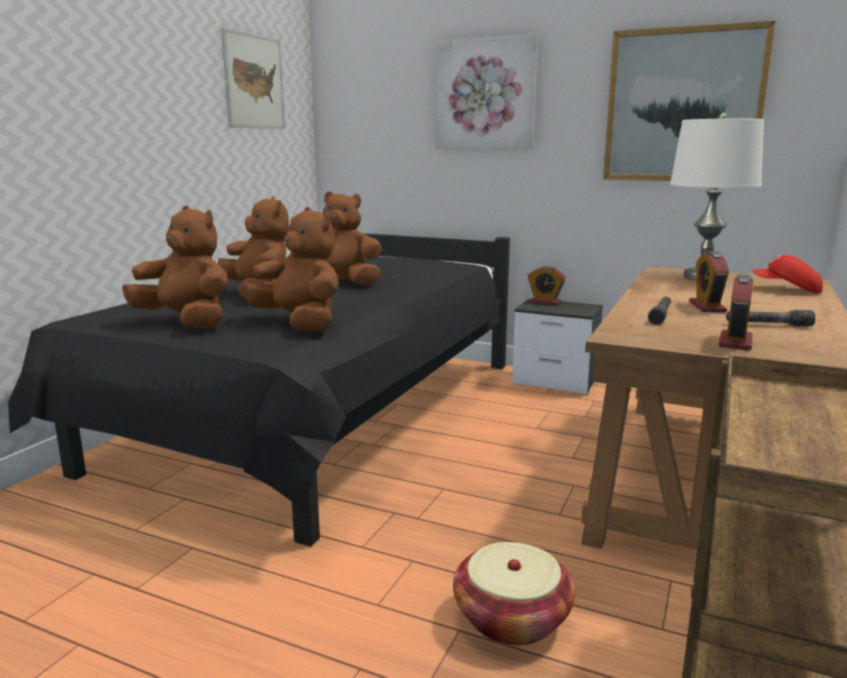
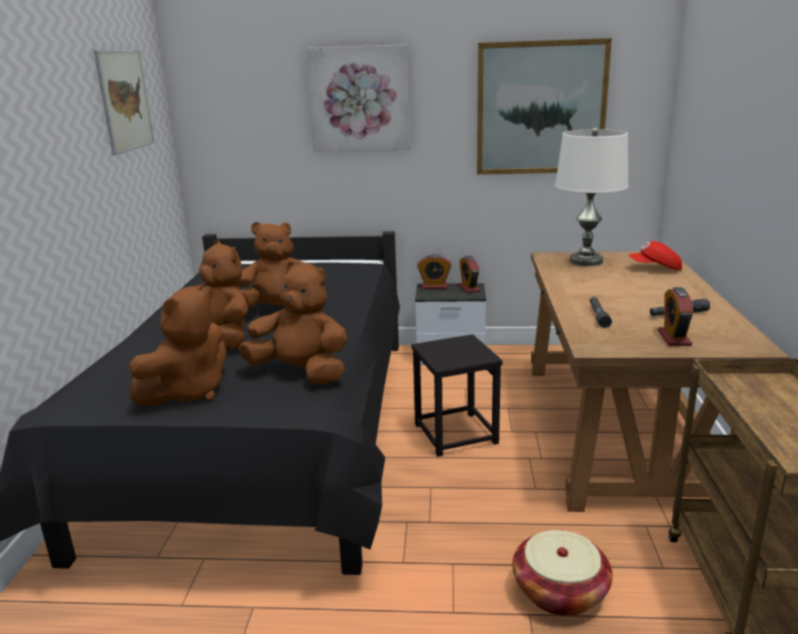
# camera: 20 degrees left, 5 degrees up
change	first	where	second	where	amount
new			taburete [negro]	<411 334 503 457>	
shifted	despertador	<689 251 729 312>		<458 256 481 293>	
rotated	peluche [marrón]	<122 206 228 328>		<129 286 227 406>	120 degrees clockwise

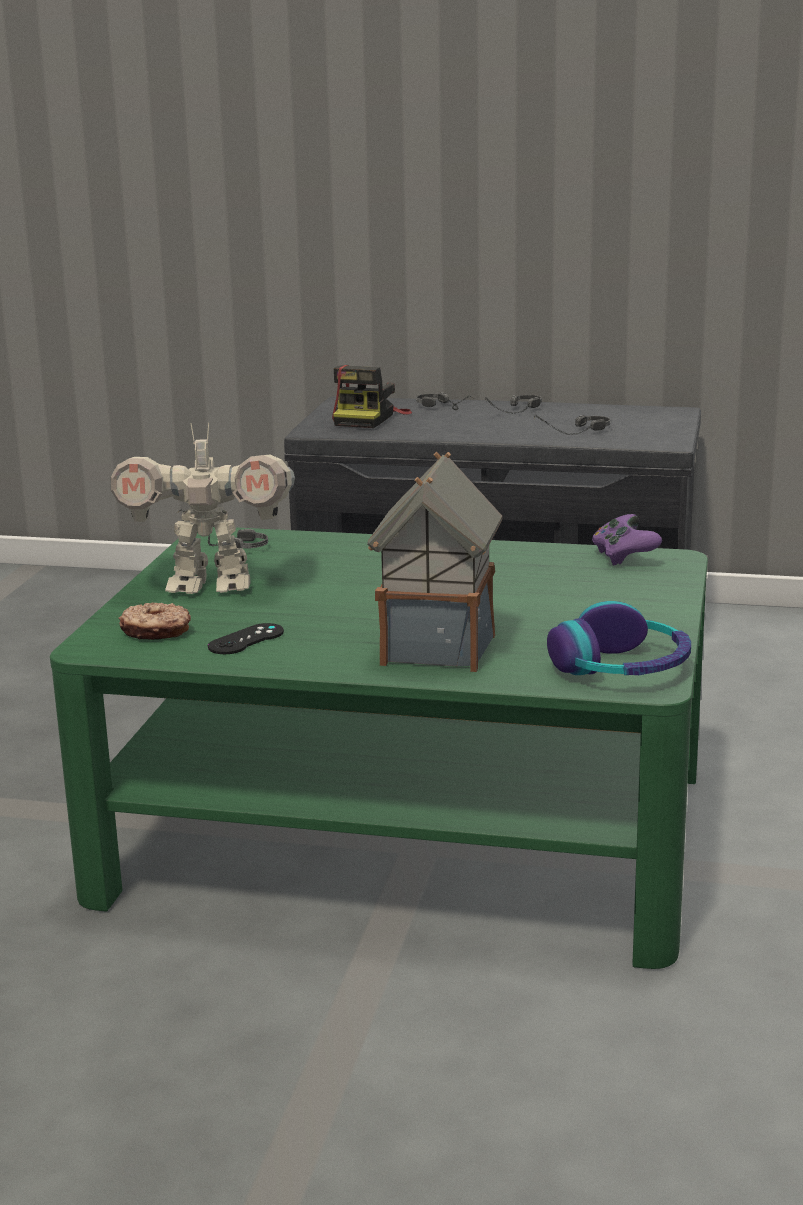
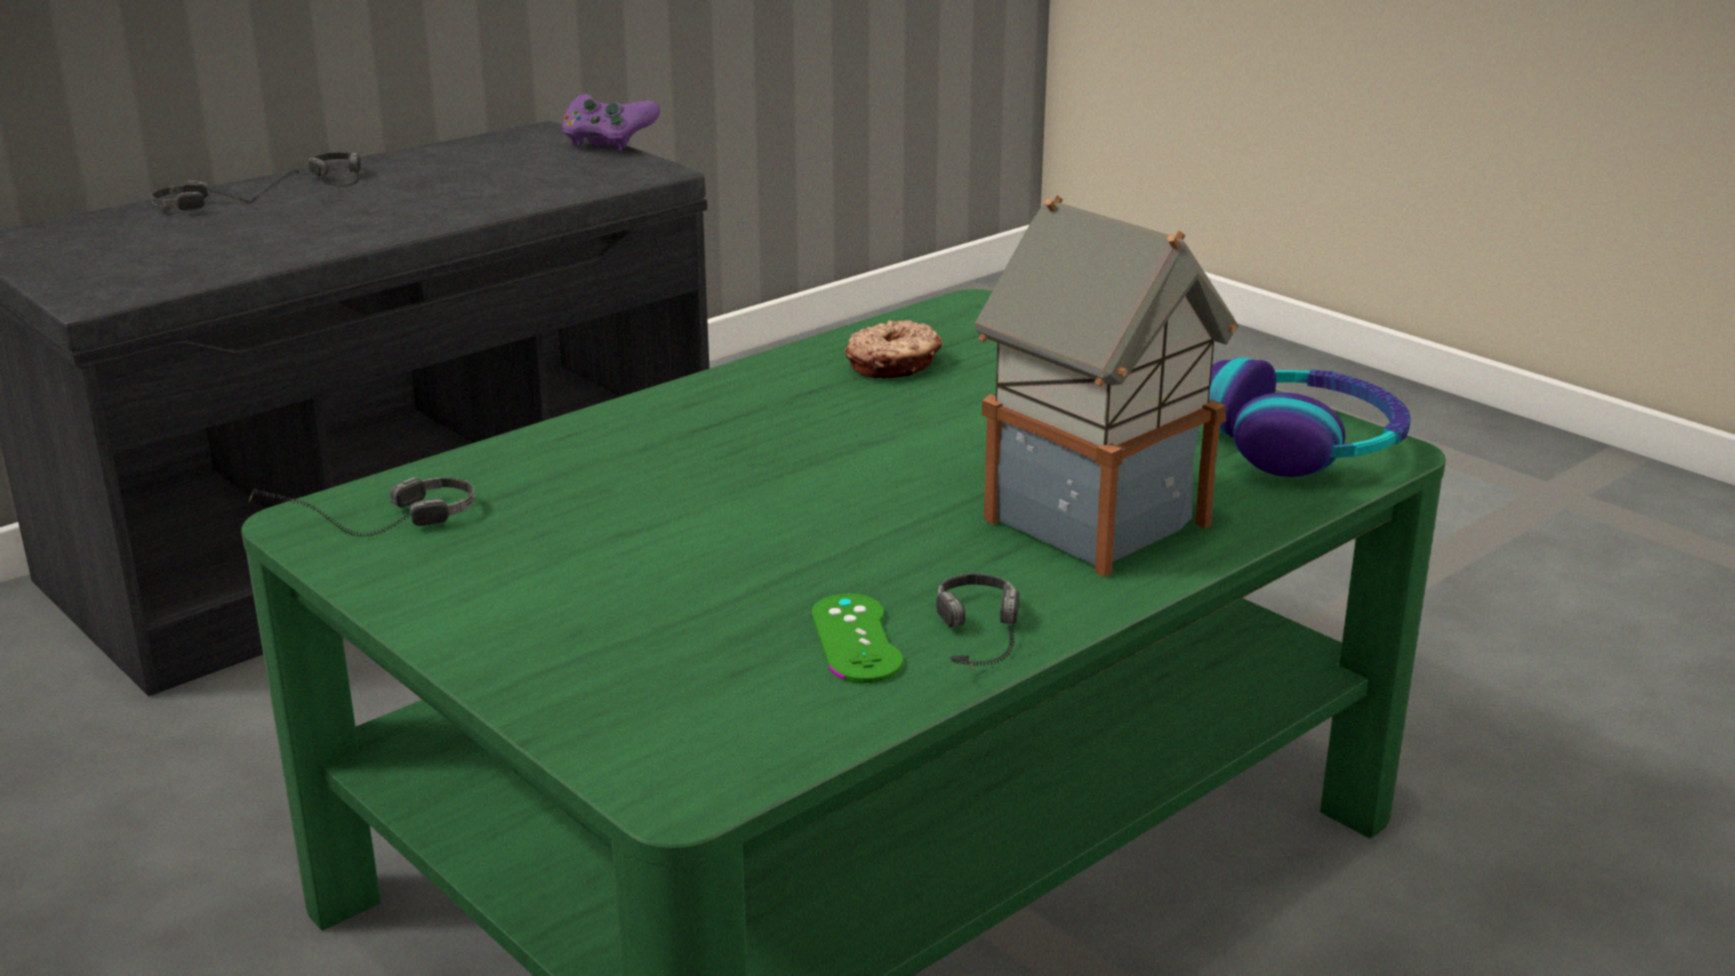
# camera: 55 degrees left, 5 degrees up
change	first	where	second	where	amount
gone	robot de juguete	<111 423 295 594>			
gone	cámara	<332 365 412 428>			
shifted	rosquilla	<118 602 191 640>		<845 320 942 379>	
shifted	auriculares	<534 415 610 435>		<936 573 1019 671>	
shifted	mando de consola [morado]	<592 514 662 565>		<562 94 660 152>	
repainted	mando de consola [negro]	<208 623 284 654>	mando de consola [verde]	<812 594 903 683>	

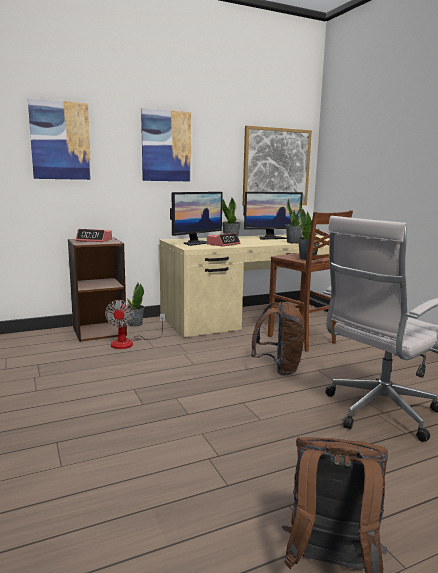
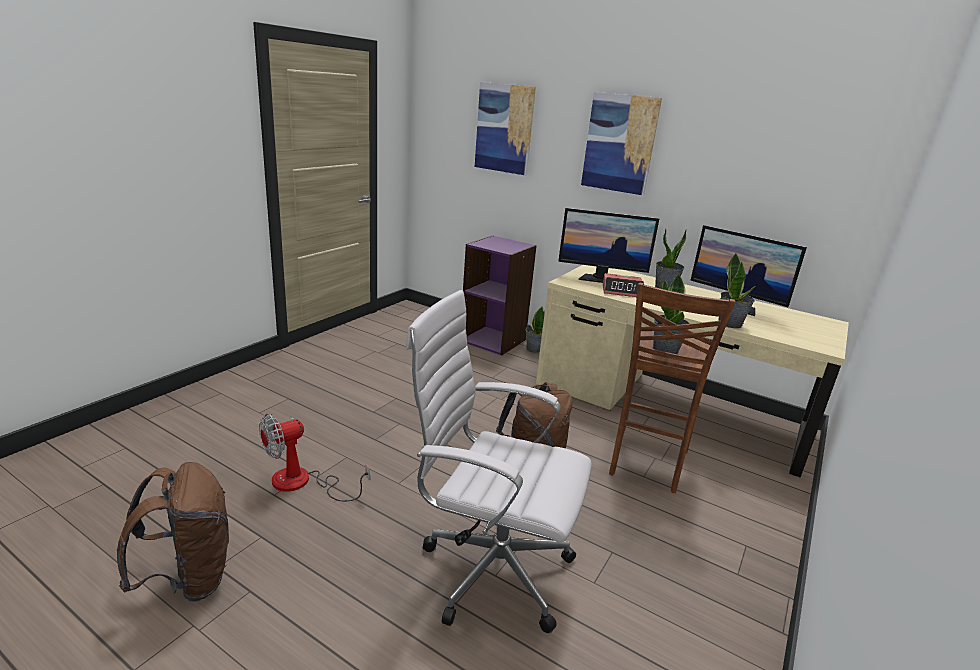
# camera: 55 degrees right, 10 degrees up
change	first	where	second	where	amount
gone	despertador	<76 229 112 242>			
gone	cuadro	<243 126 312 206>			
shifted	ventilador	<105 300 165 349>		<259 414 370 501>	
repainted	estantería [marrón]	<68 237 127 342>	estantería [morado]	<463 235 537 355>	

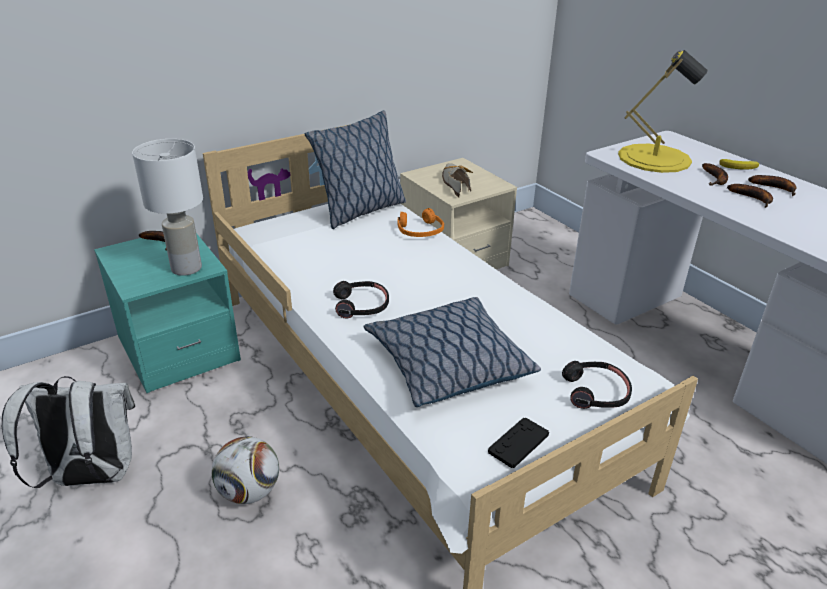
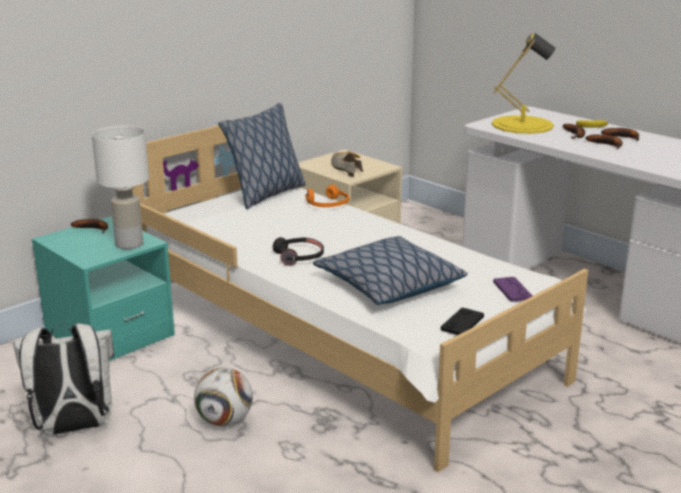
# camera: 10 degrees left, 10 degrees down
change	first	where	second	where	amount
swapped	auriculares [negro]	<562 361 632 409>	mando de consola [morado]	<493 277 532 302>	

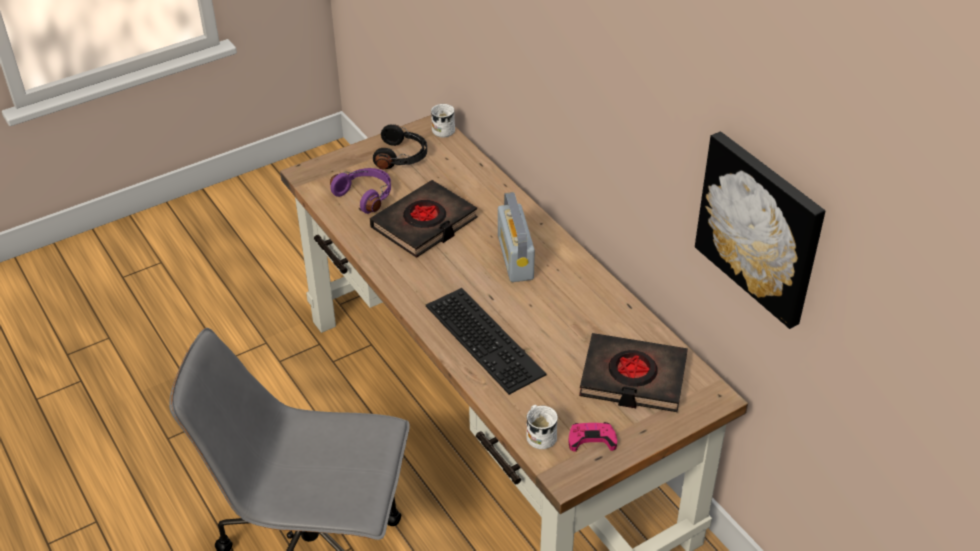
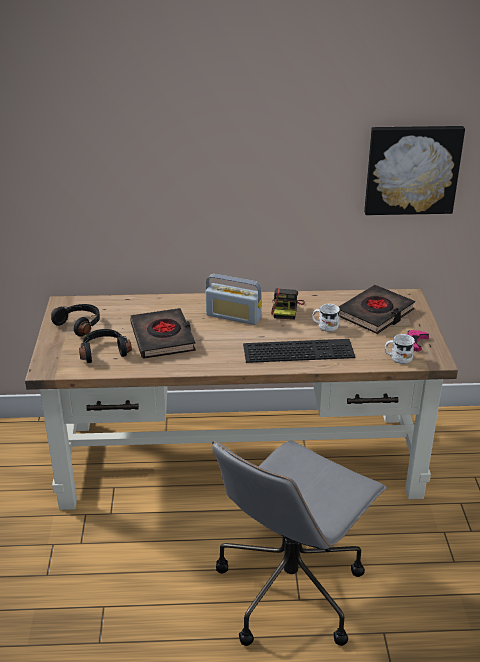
# camera: 60 degrees left, 10 degrees down
change	first	where	second	where	amount
new			cámara	<271 288 305 320>	
shifted	taza grande [blanco]	<431 104 455 137>		<312 304 340 332>	
repainted	auriculares [morado]	<330 168 391 214>	auriculares [negro]	<79 329 132 363>	

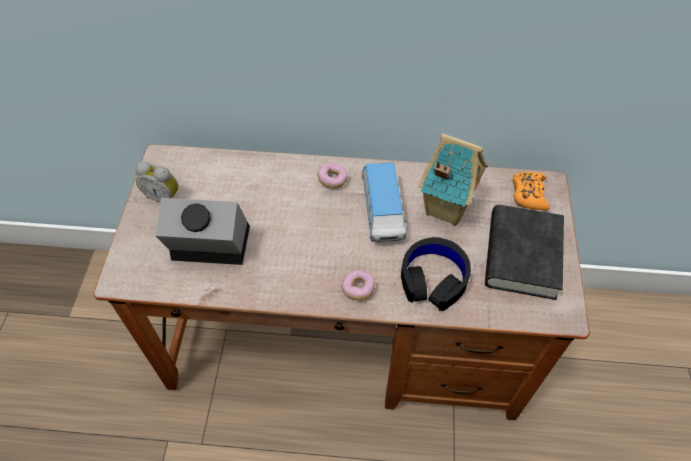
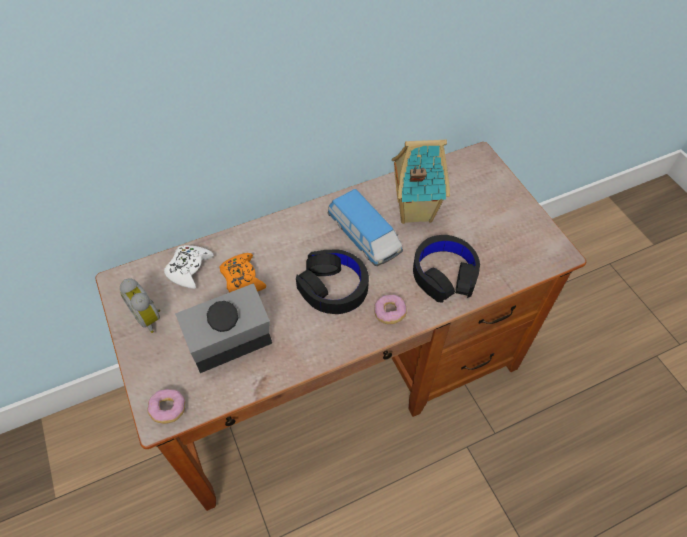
# camera: 30 degrees left, 0 degrees up
change	first	where	second	where	amount
gone	libro [negro]	<485 205 564 300>			
new			mando de consola [blanco]	<164 245 214 289>	
new			auriculares [negro]	<296 249 369 314>	
shifted	rosquilla	<318 163 348 189>		<147 389 185 424>	
shifted	mando de consola [naranja]	<513 172 549 211>		<219 253 266 292>	
rotated	despertador	<135 161 179 202>		<120 279 160 333>	60 degrees clockwise

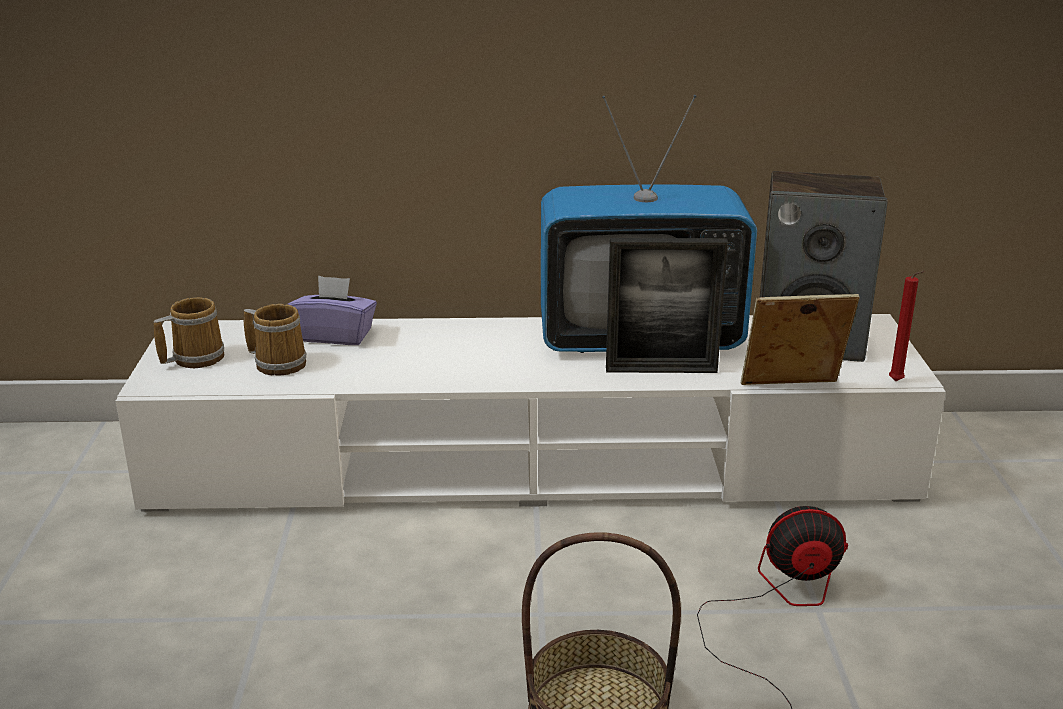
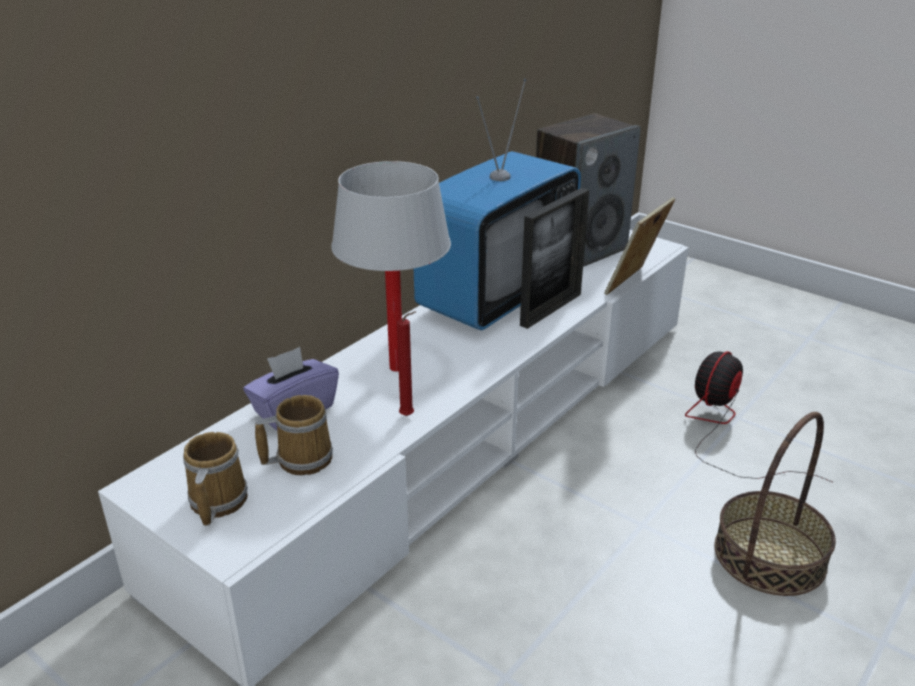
# camera: 50 degrees left, 5 degrees up
change	first	where	second	where	amount
new			lámpara de mesa [blanco]	<331 161 451 372>	
shifted	vela [rojo]	<889 271 925 381>		<397 311 416 416>	

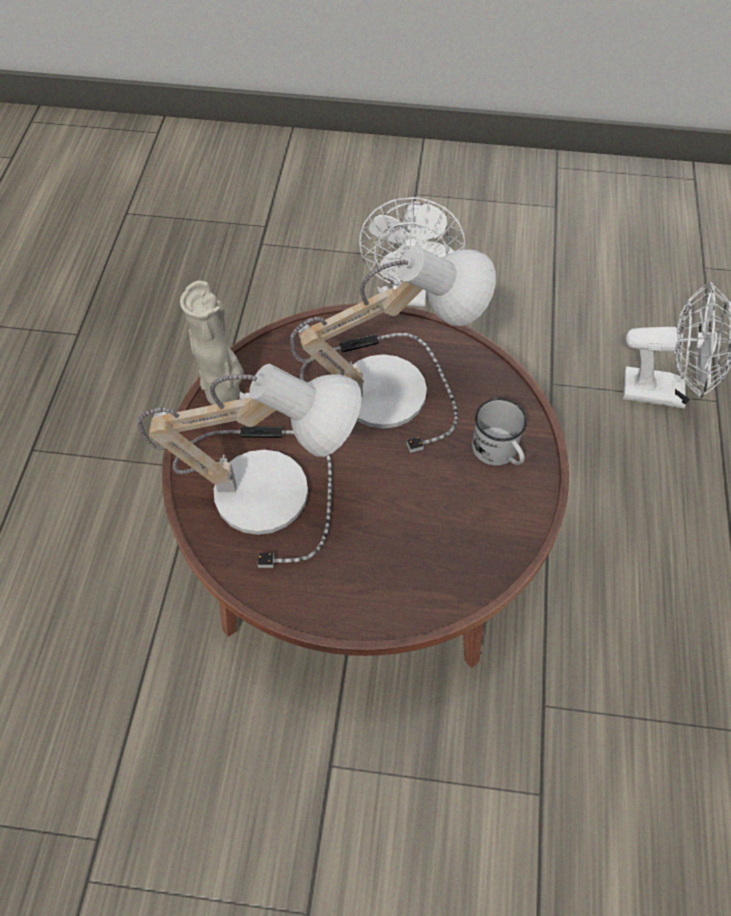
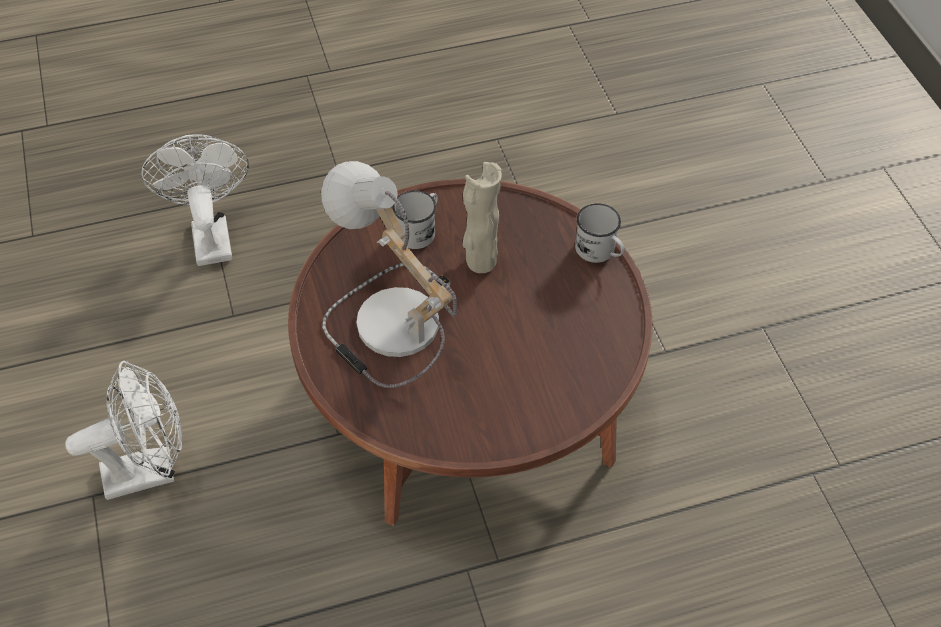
# camera: 115 degrees left, 5 degrees down
change	first	where	second	where	amount
gone	lámpara de mesa	<137 364 362 568>			
new			taza grande [blanco]	<575 203 625 263>	
shifted	florero [beis]	<180 280 244 405>		<462 162 502 273>	

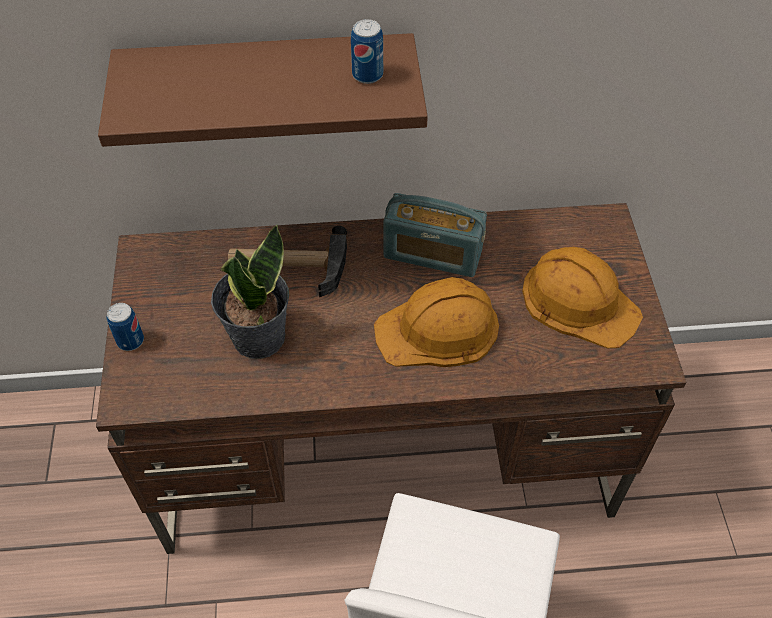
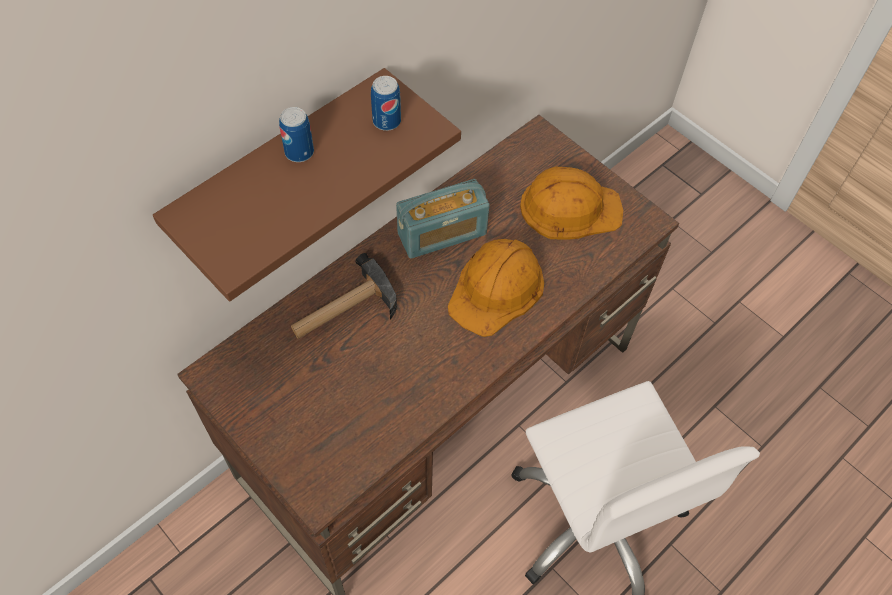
# camera: 40 degrees left, 5 degrees up
change	first	where	second	where	amount
gone	planta en maceta	<211 224 289 359>			
shifted	lata	<107 303 144 351>		<279 107 314 162>	

